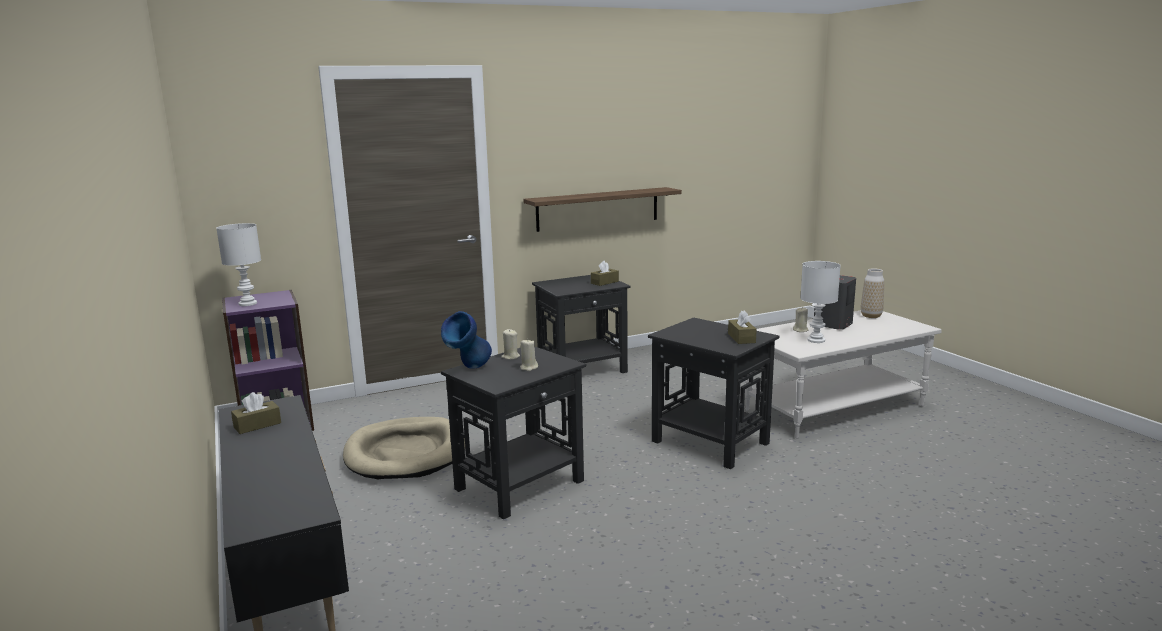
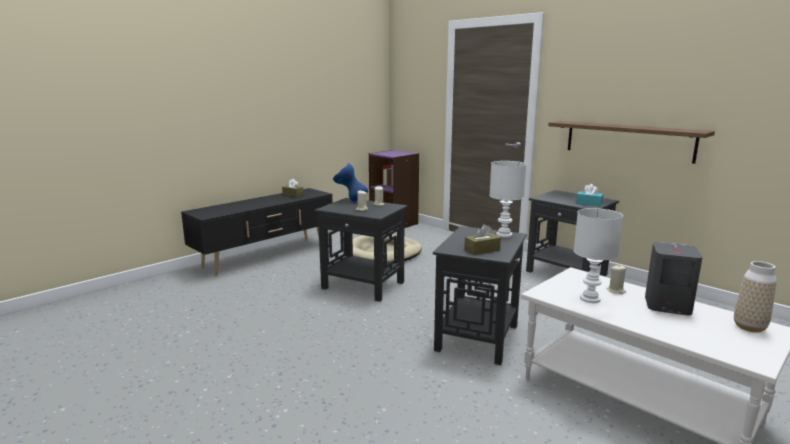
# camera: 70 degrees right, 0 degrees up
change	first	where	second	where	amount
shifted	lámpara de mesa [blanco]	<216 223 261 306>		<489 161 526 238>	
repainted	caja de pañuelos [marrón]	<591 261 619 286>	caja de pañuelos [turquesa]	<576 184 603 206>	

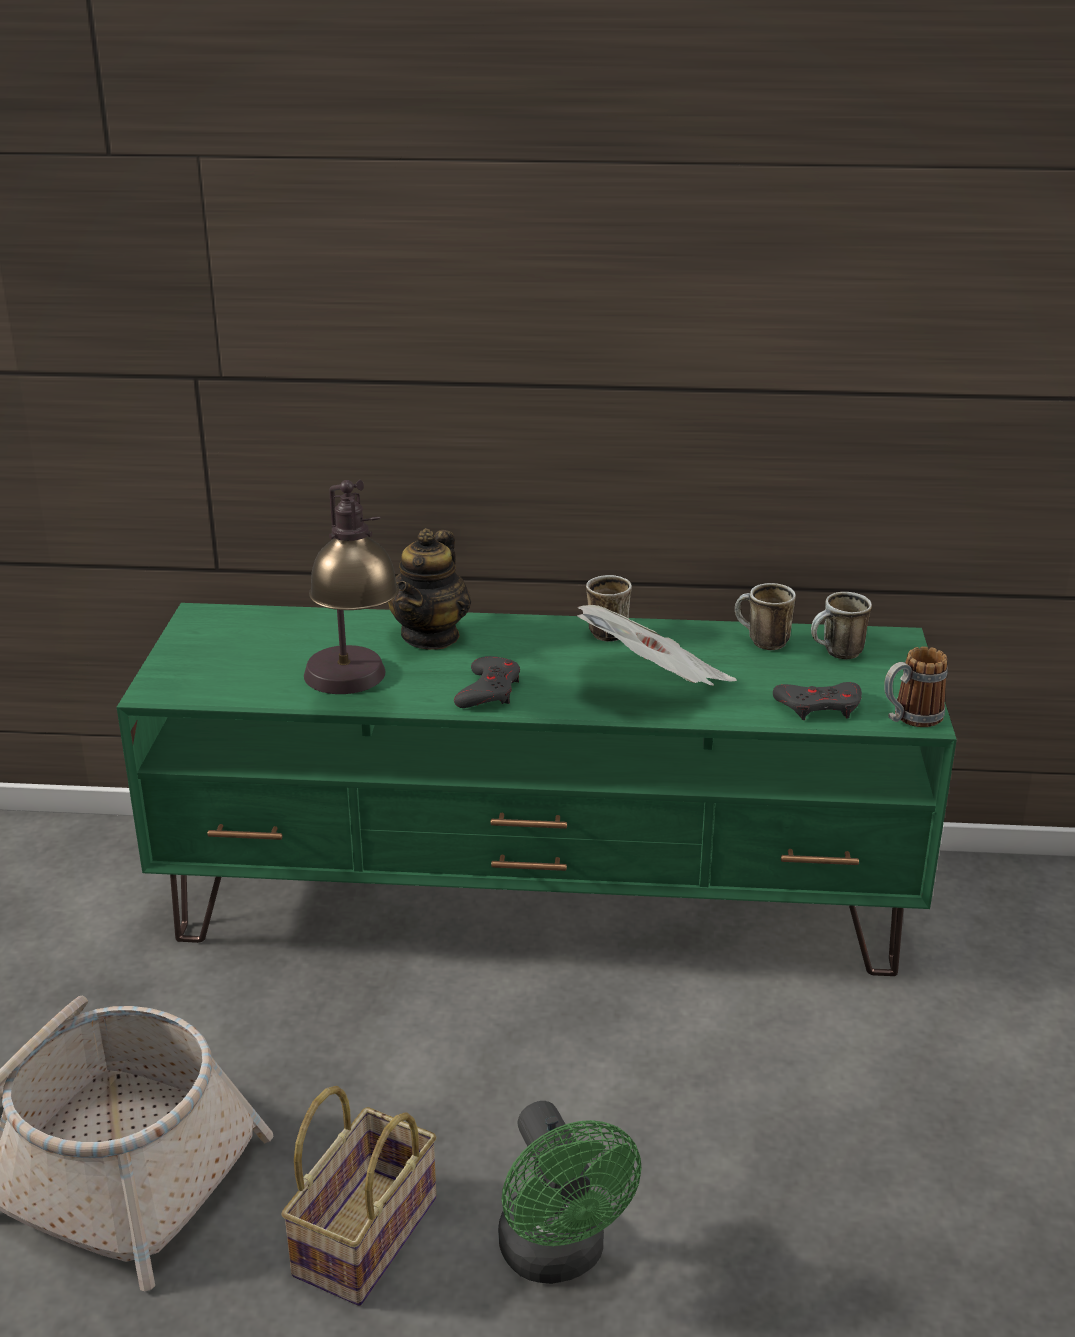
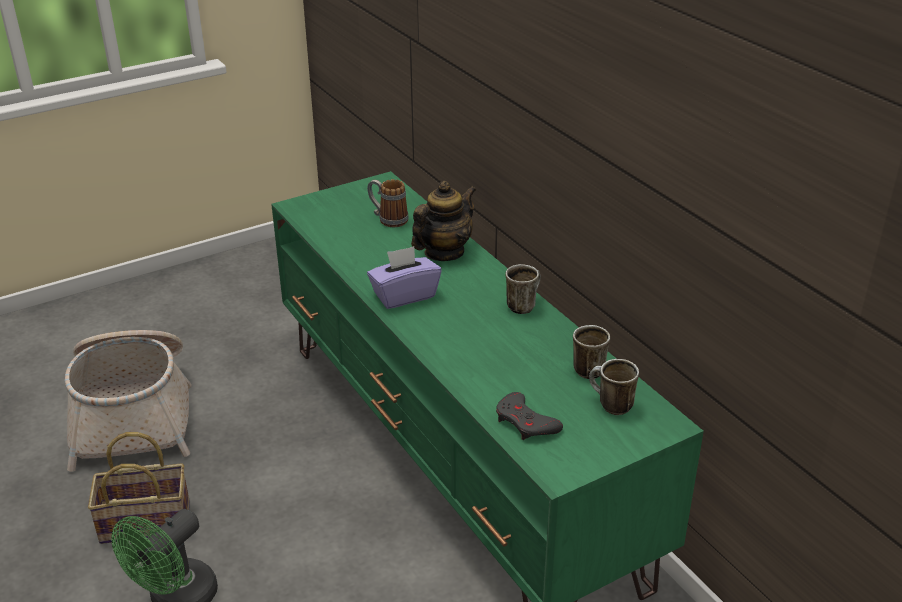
# camera: 55 degrees right, 5 degrees up
change	first	where	second	where	amount
gone	lámpara de mesa	<304 480 399 694>			
gone	periódico	<577 605 737 686>			
shifted	taza grande	<884 646 948 727>		<367 179 409 227>	
swapped	mando de consola [gris]	<454 656 520 708>	caja de pañuelos [morado]	<367 246 442 309>	
rotated	tetera	<388 528 471 650>		<411 181 476 261>	150 degrees clockwise

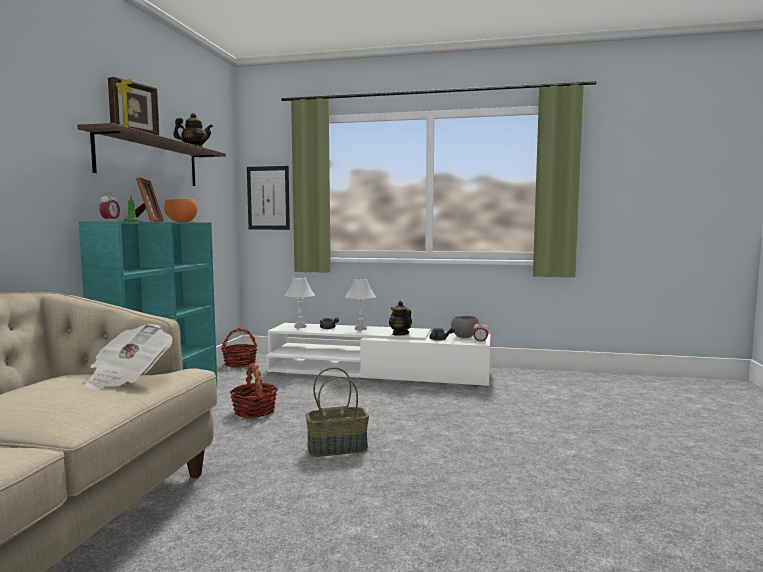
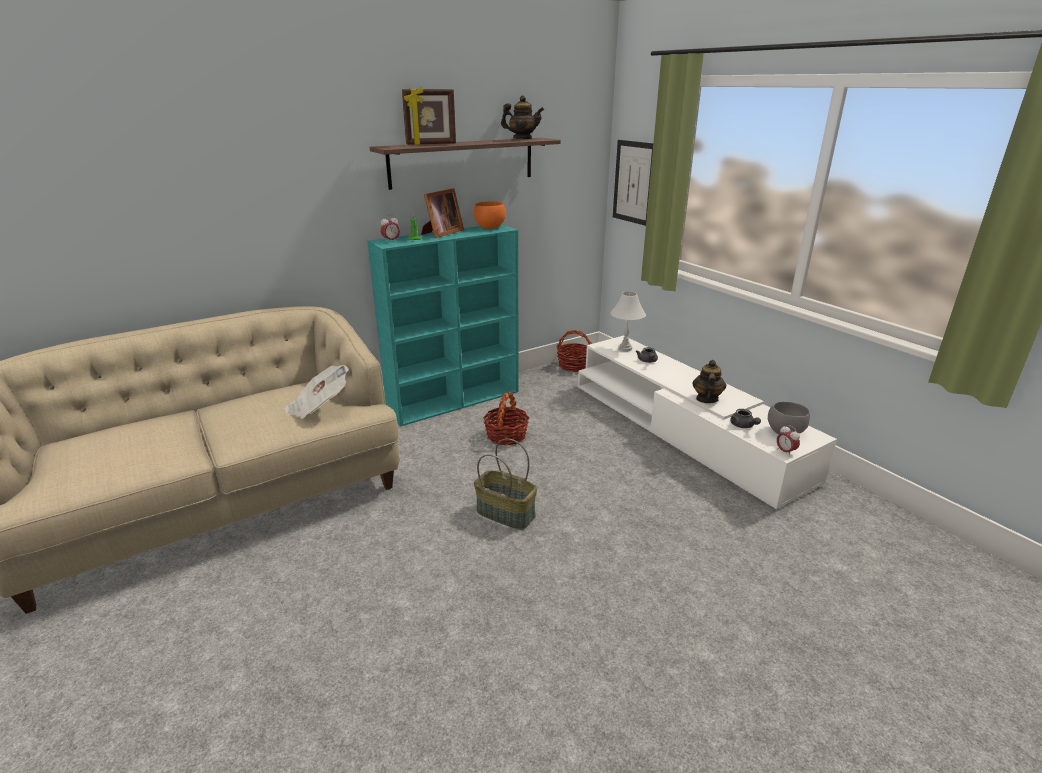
# camera: 45 degrees right, 20 degrees up
change	first	where	second	where	amount
gone	lámpara de mesa [blanco]	<345 278 376 330>			

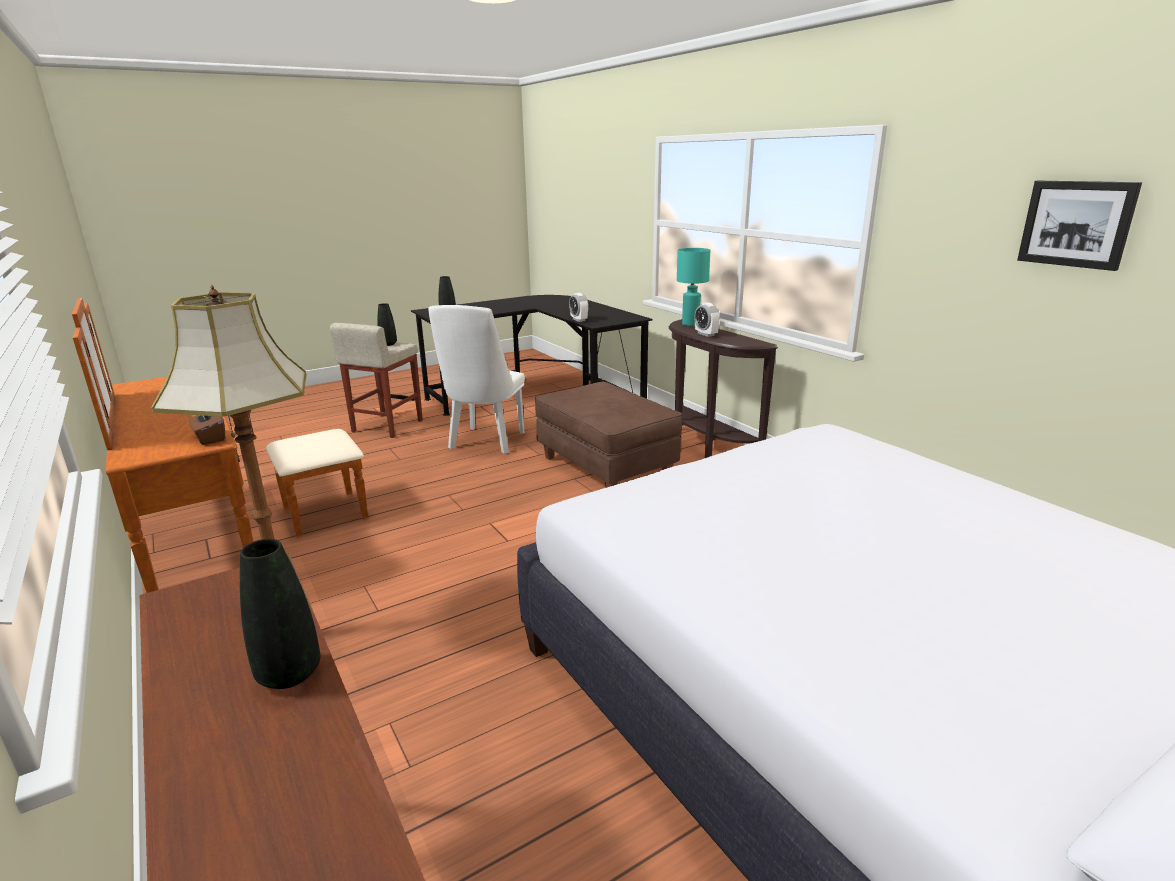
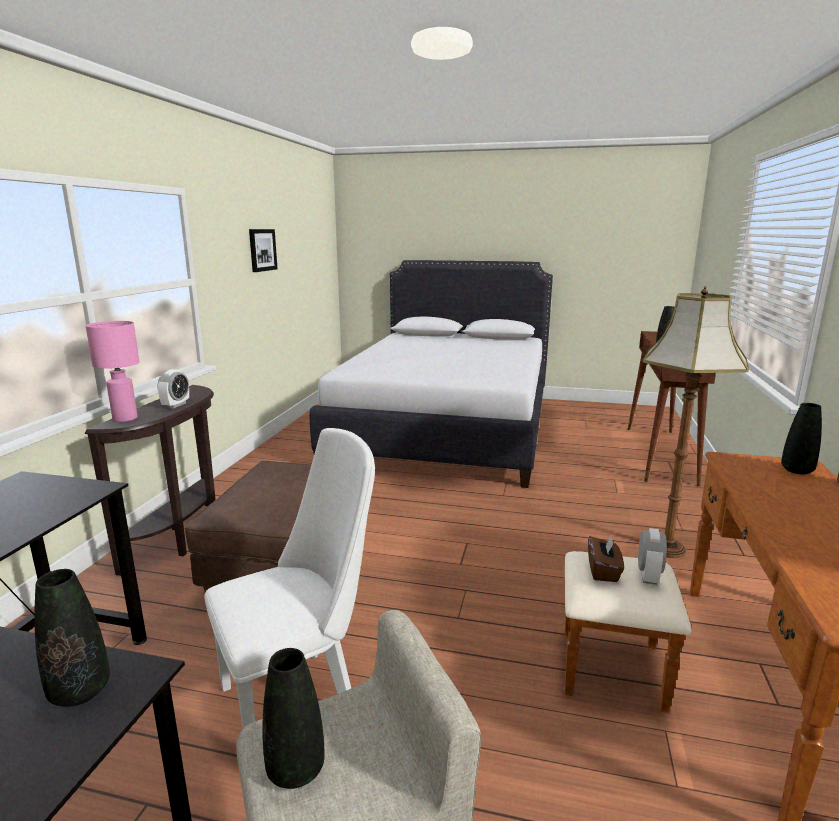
# camera: 135 degrees left, 5 degrees down
change	first	where	second	where	amount
new			florero [negro]	<781 403 822 475>	
shifted	caja de pañuelos [marrón]	<188 415 225 445>		<588 535 624 582>	
shifted	despertador	<569 293 589 322>		<638 528 667 585>	
repainted	lámpara de mesa [turquesa]	<677 248 710 326>	lámpara de mesa [rosa]	<86 321 140 422>	

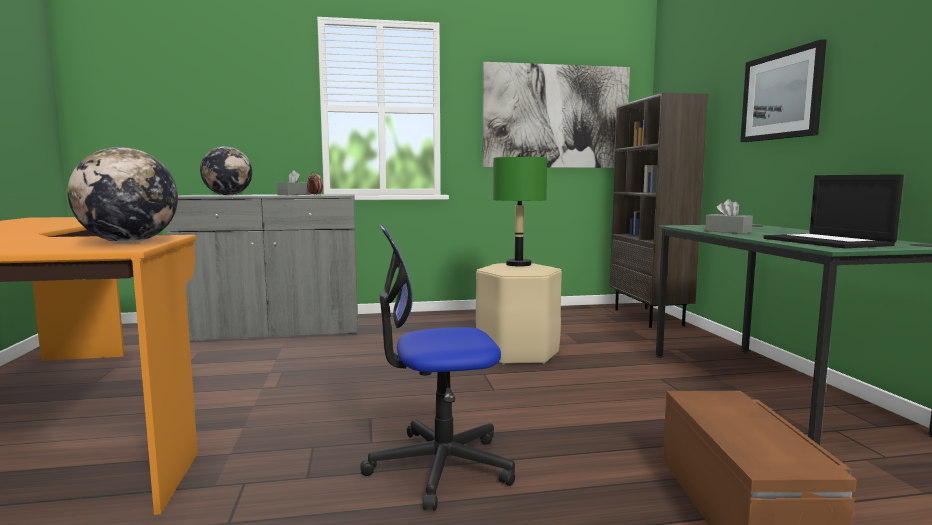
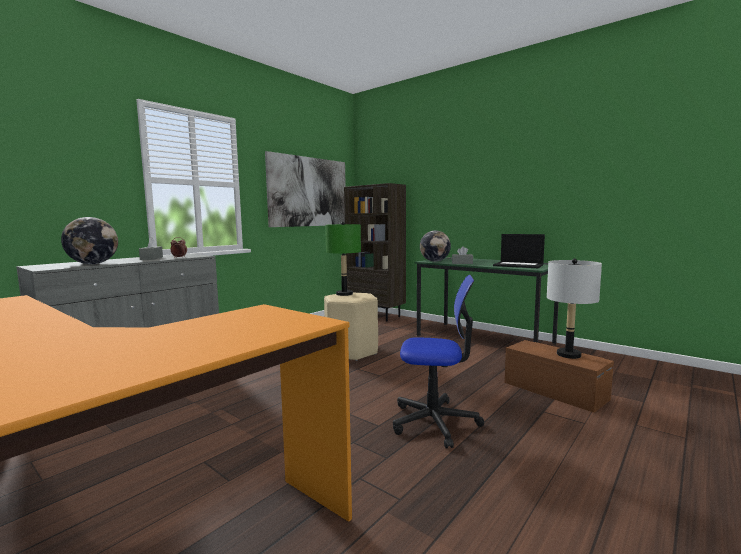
# camera: 40 degrees left, 0 degrees up
change	first	where	second	where	amount
gone	cuadro	<740 39 827 142>			
new			lámpara de mesa [gris]	<547 259 602 359>	
shifted	globo terráqueo	<67 147 178 243>		<420 230 451 261>	
rotated	silla de oficina	<360 224 515 511>		<393 275 484 448>	120 degrees counterclockwise

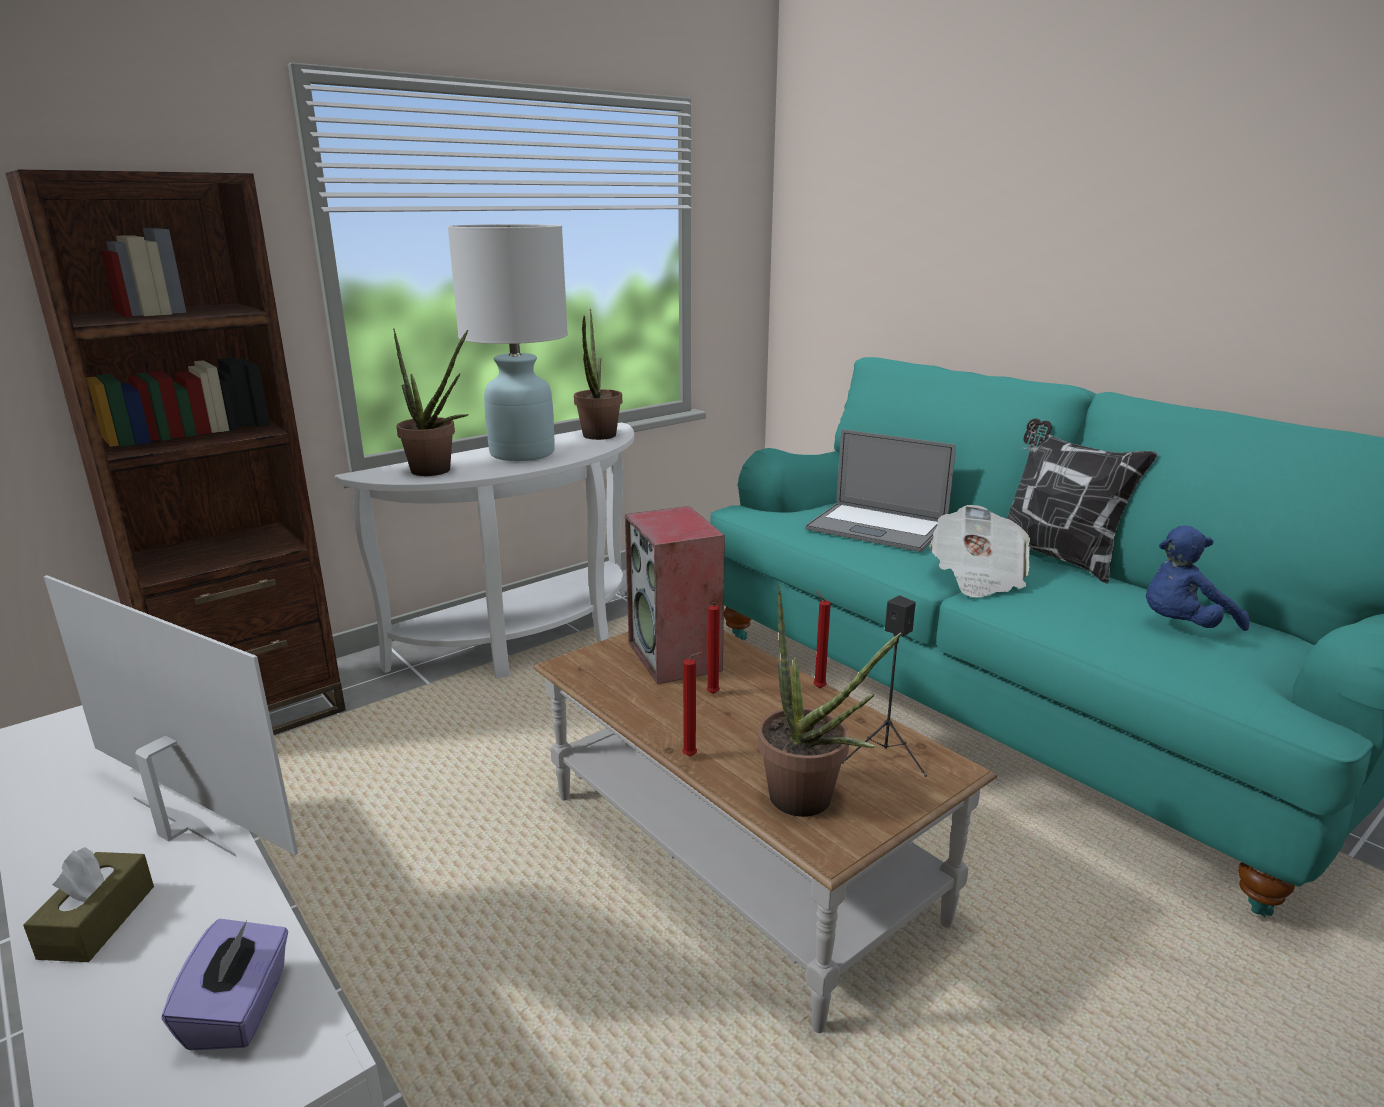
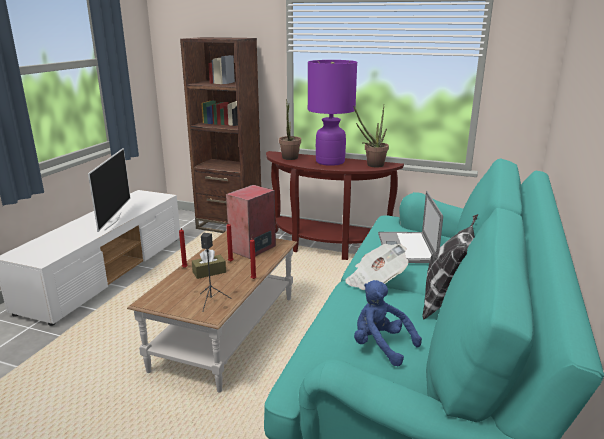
# camera: 60 degrees right, 0 degrees up
change	first	where	second	where	amount
gone	caja de pañuelos [morado]	<162 919 288 1051>			
gone	planta en maceta	<758 585 902 817>			
shifted	caja de pañuelos [marrón]	<23 847 154 962>		<192 249 226 279>	
repainted	mesa consola [blanco]	<335 422 635 679>	mesa consola [marrón]	<266 151 404 260>	
repainted	lámpara de mesa [blanco]	<448 224 568 461>	lámpara de mesa [morado]	<308 60 357 166>	

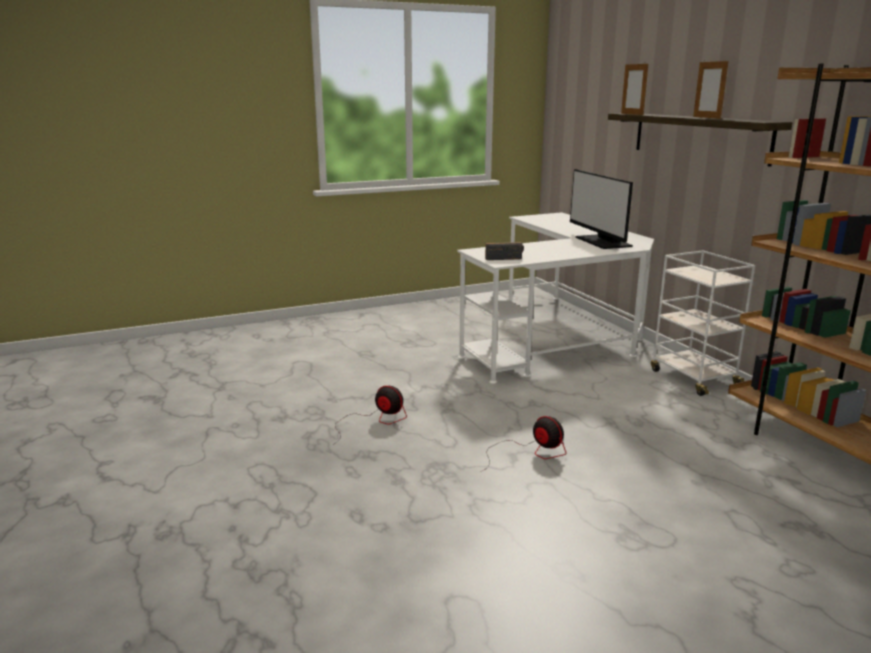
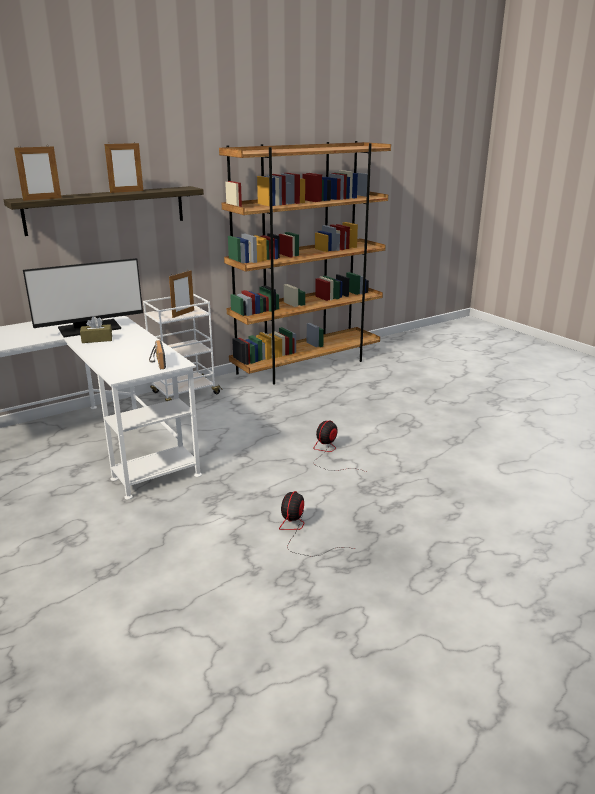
# camera: 100 degrees left, 5 degrees up
change	first	where	second	where	amount
new			caja de pañuelos [marrón]	<80 316 112 343>	
new			portarretratos	<169 270 194 318>	

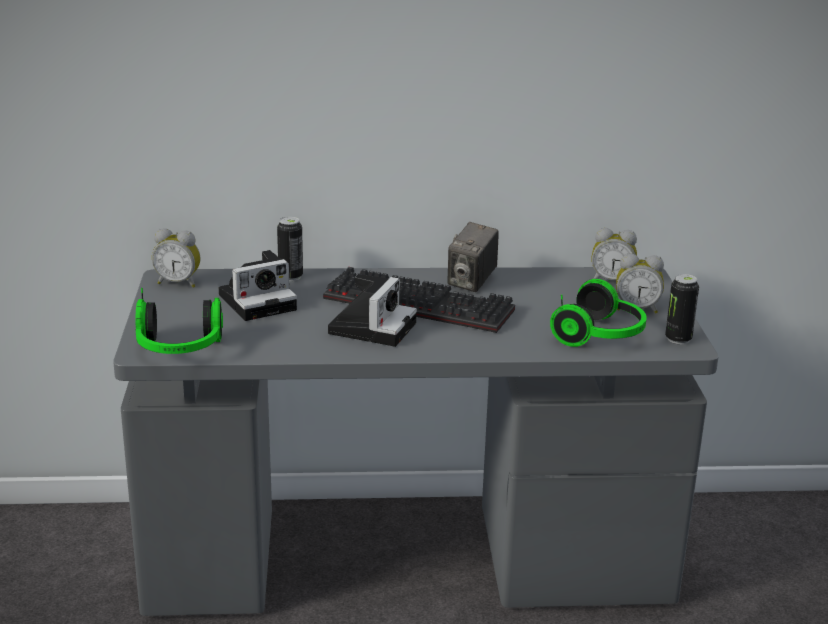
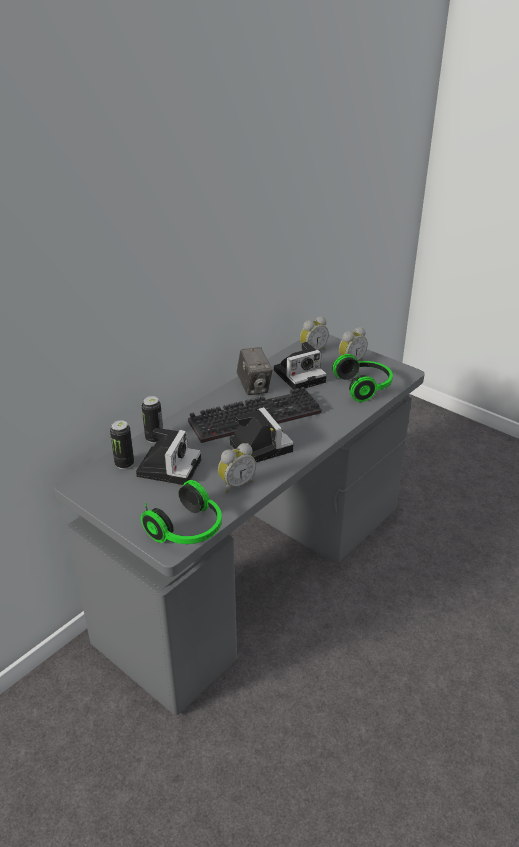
# camera: 45 degrees left, 10 degrees up
change	first	where	second	where	amount
new			cámara	<274 342 327 390>	
shifted	despertador	<152 228 201 288>		<218 443 256 493>	
shifted	lata	<665 274 699 344>		<110 420 134 469>	

